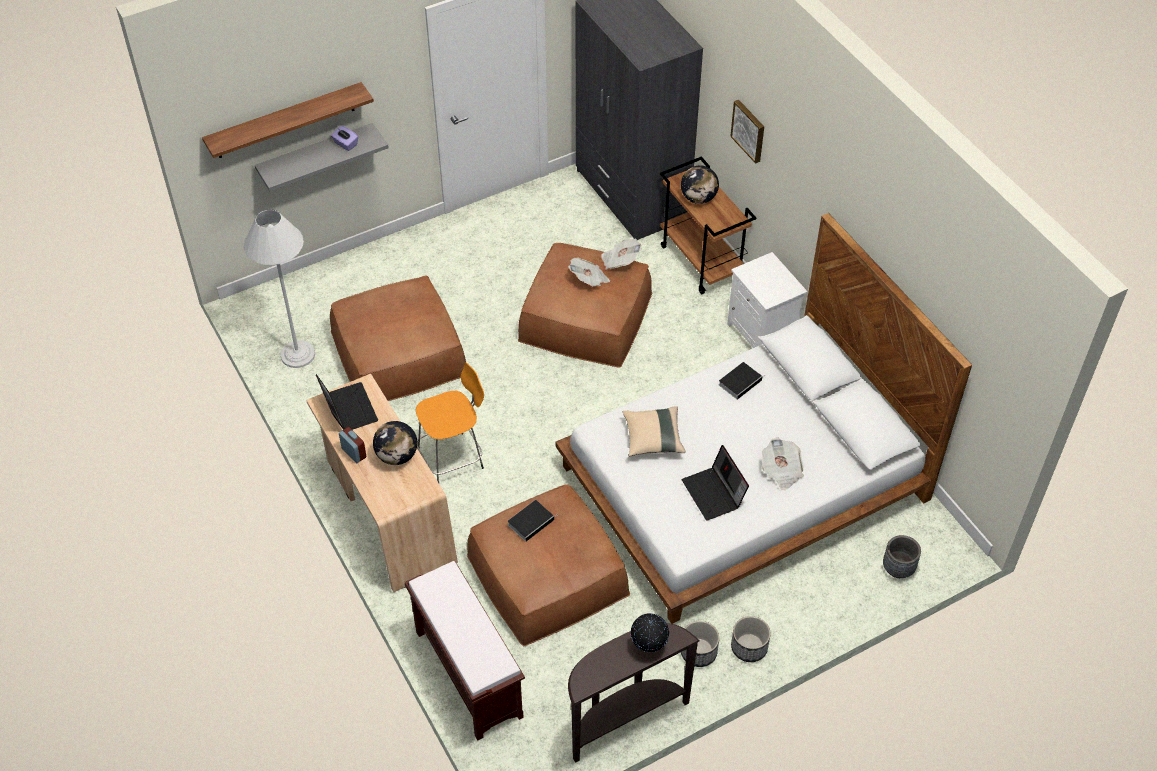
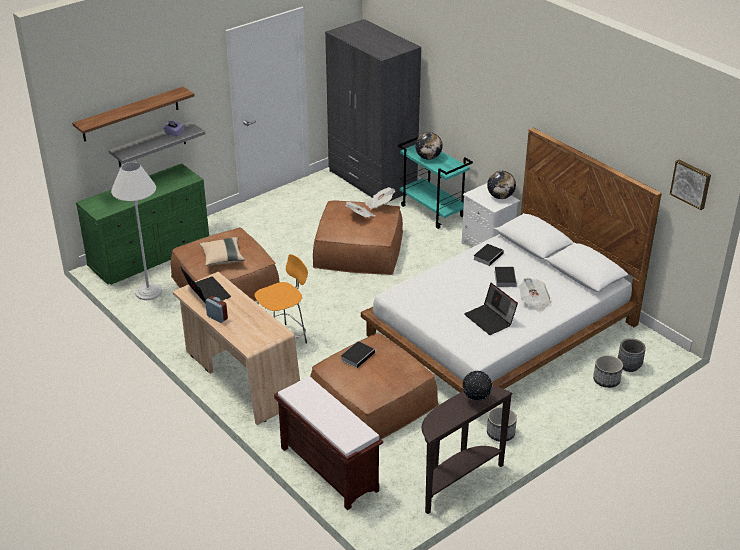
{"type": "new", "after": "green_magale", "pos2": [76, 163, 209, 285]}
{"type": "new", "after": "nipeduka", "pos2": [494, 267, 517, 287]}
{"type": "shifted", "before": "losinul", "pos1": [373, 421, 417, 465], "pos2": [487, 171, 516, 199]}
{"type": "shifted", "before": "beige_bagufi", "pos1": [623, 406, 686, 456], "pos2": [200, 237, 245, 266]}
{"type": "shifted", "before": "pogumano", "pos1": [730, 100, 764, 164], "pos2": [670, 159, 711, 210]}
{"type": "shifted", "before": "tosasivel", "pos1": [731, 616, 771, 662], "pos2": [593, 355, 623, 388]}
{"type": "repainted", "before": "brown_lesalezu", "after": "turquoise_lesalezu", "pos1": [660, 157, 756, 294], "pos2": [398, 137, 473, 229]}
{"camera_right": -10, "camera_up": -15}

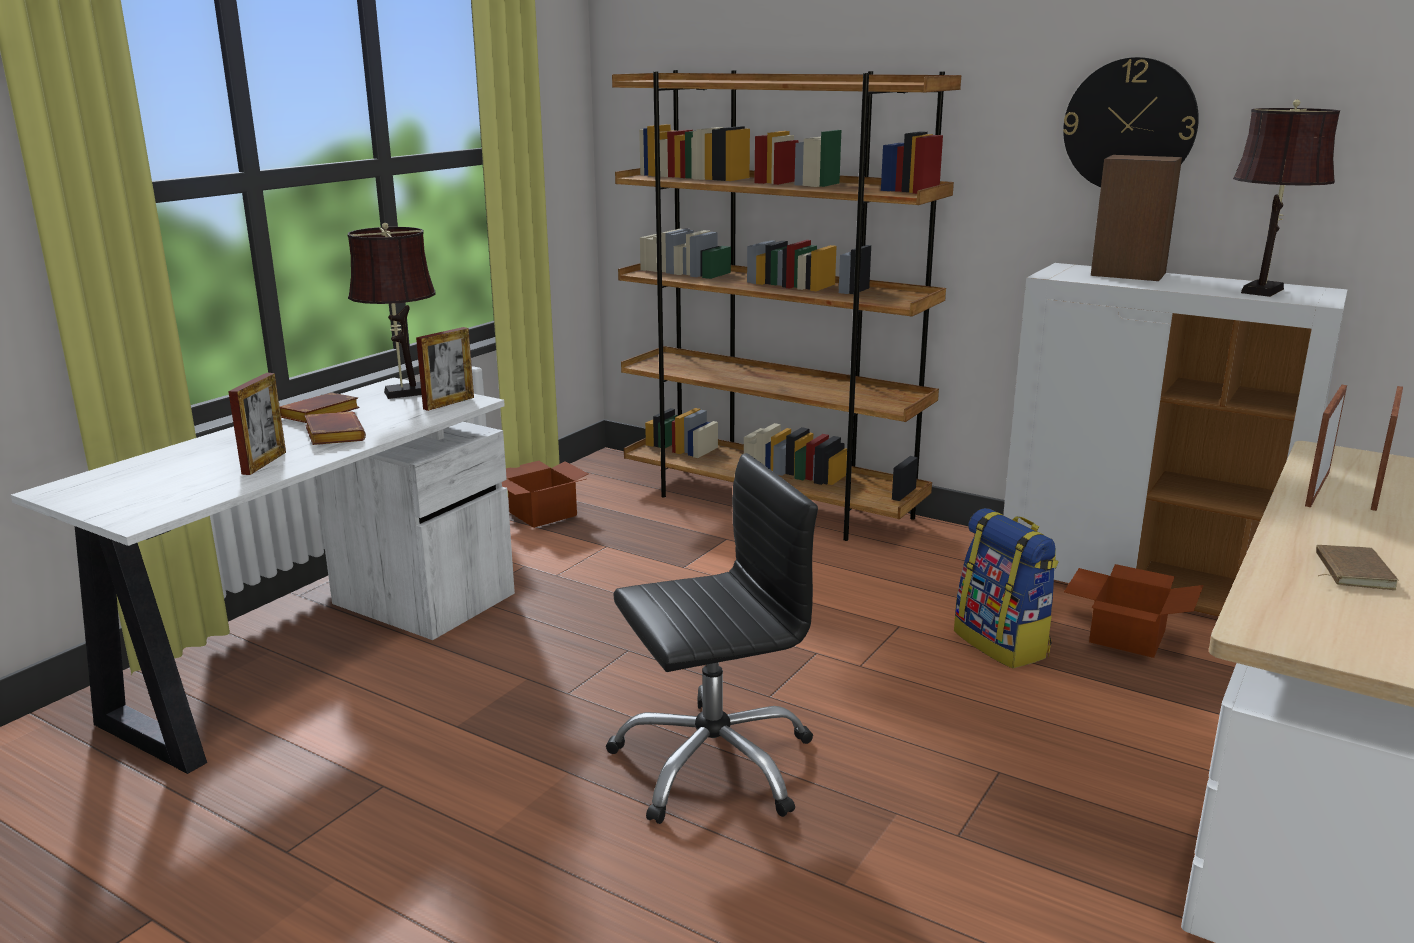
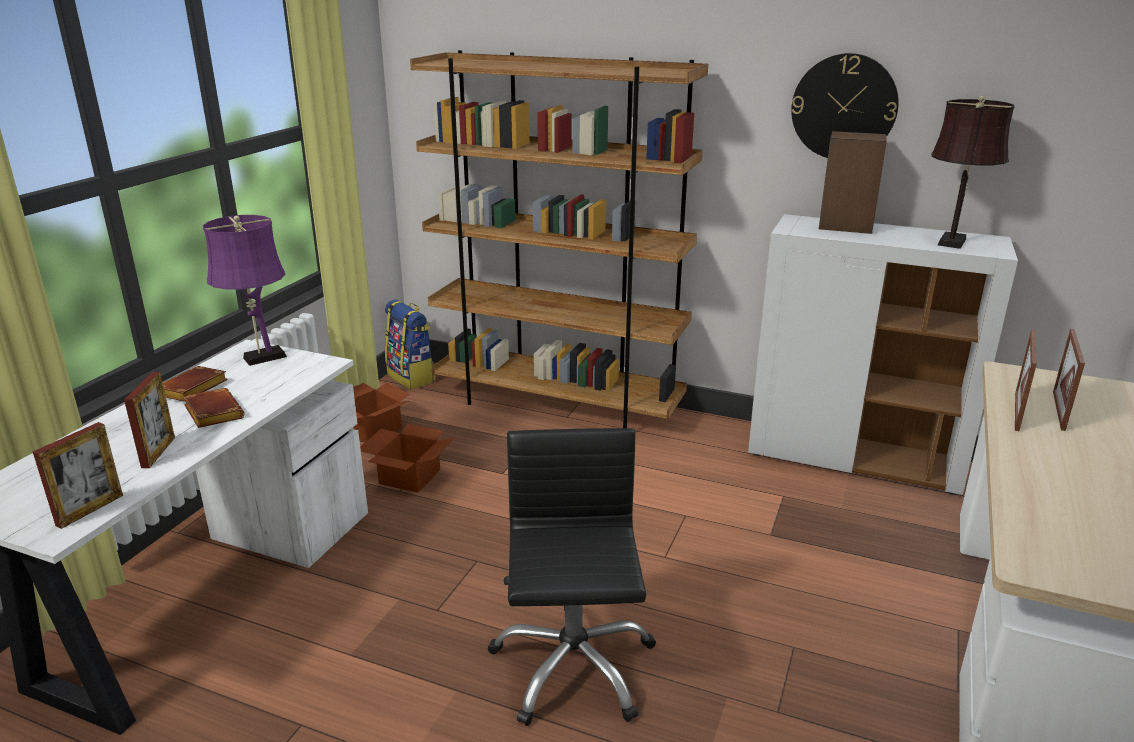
{"type": "gone", "before": "brown_nipeduka", "pos1": [1316, 545, 1399, 590]}
{"type": "shifted", "before": "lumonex", "pos1": [416, 327, 474, 411], "pos2": [33, 422, 123, 529]}
{"type": "shifted", "before": "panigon", "pos1": [954, 508, 1059, 669], "pos2": [385, 300, 436, 389]}
{"type": "shifted", "before": "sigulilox", "pos1": [1064, 564, 1204, 658], "pos2": [360, 424, 456, 493]}
{"type": "repainted", "before": "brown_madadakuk", "after": "purple_madadakuk", "pos1": [347, 223, 435, 399], "pos2": [203, 215, 287, 366]}
{"type": "rotated", "before": "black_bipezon", "pos1": [606, 453, 818, 824], "pos2": [487, 428, 656, 726], "turn": -60}
{"camera_right": -10, "camera_up": 5}

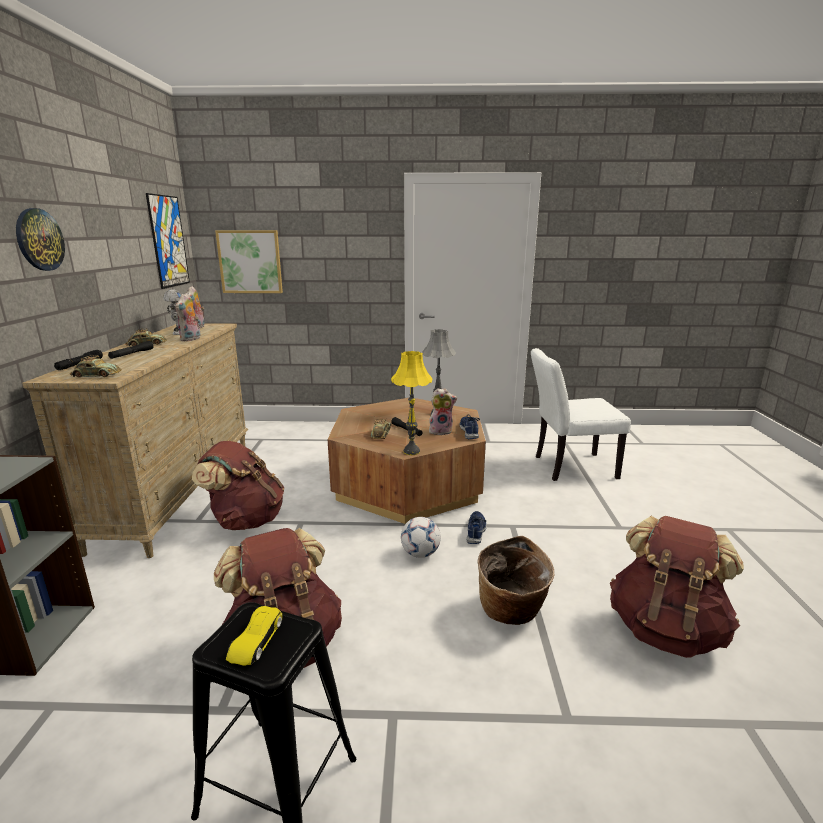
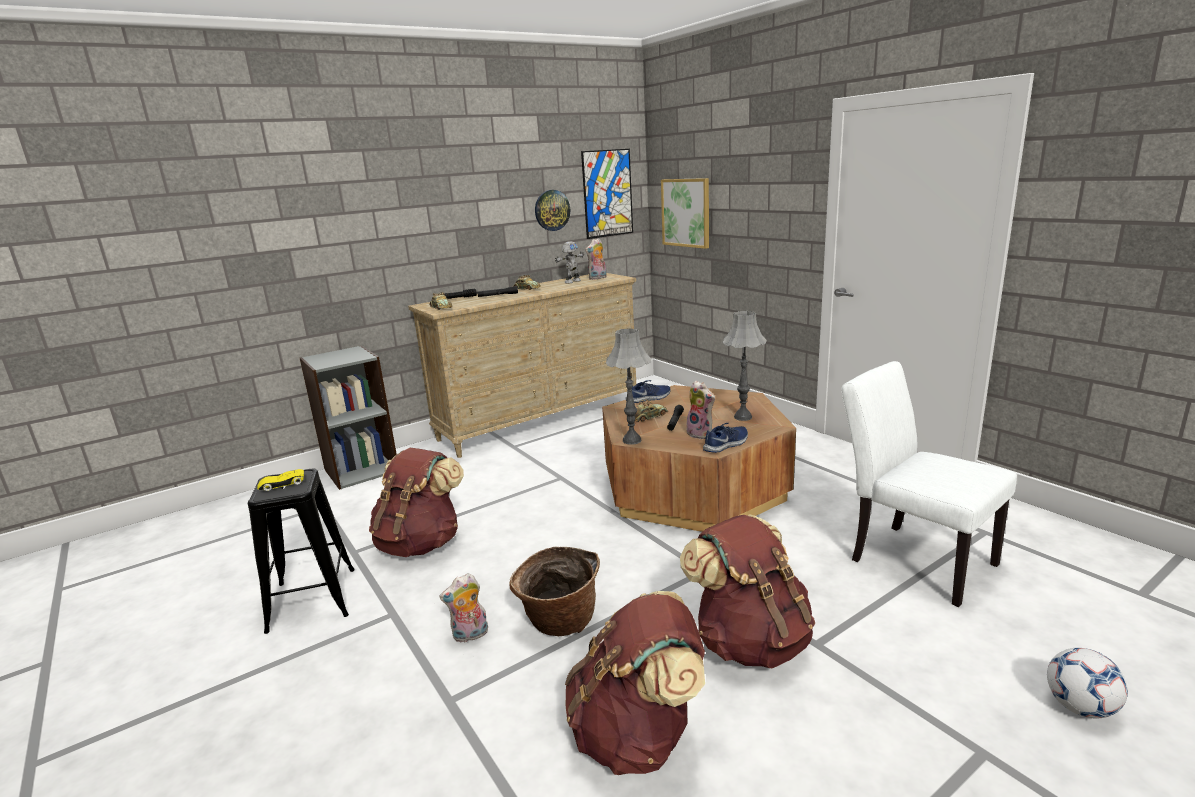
{"type": "shifted", "before": "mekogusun", "pos1": [16, 208, 65, 271], "pos2": [535, 190, 570, 231]}
{"type": "shifted", "before": "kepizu", "pos1": [175, 293, 201, 341], "pos2": [439, 573, 488, 643]}
{"type": "shifted", "before": "brown_panigon", "pos1": [192, 441, 284, 530], "pos2": [680, 515, 815, 668]}
{"type": "shifted", "before": "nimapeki", "pos1": [401, 517, 441, 558], "pos2": [1047, 648, 1128, 718]}
{"type": "shifted", "before": "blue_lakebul", "pos1": [467, 511, 487, 544], "pos2": [626, 380, 671, 403]}
{"type": "repainted", "before": "yellow_madadakuk", "after": "grey_madadakuk", "pos1": [391, 351, 433, 455], "pos2": [606, 328, 652, 445]}
{"camera_right": 55, "camera_up": 0}

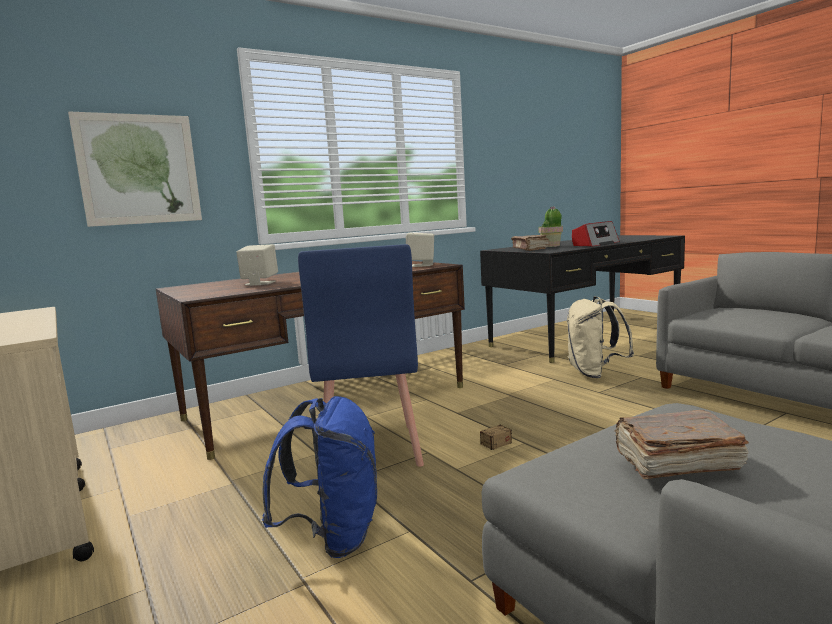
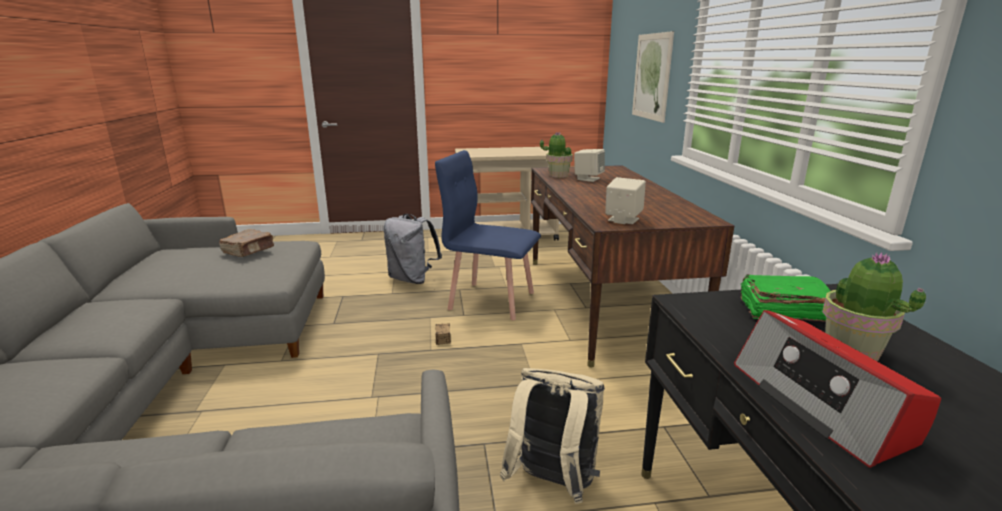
{"type": "new", "after": "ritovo", "pos2": [540, 132, 573, 178]}
{"type": "repainted", "before": "blue_panigon", "after": "grey_panigon", "pos1": [262, 396, 377, 558], "pos2": [383, 214, 442, 284]}
{"type": "repainted", "before": "brown_nipeduka", "after": "green_nipeduka", "pos1": [511, 235, 549, 251], "pos2": [741, 274, 830, 322]}
{"camera_right": 115, "camera_up": 10}

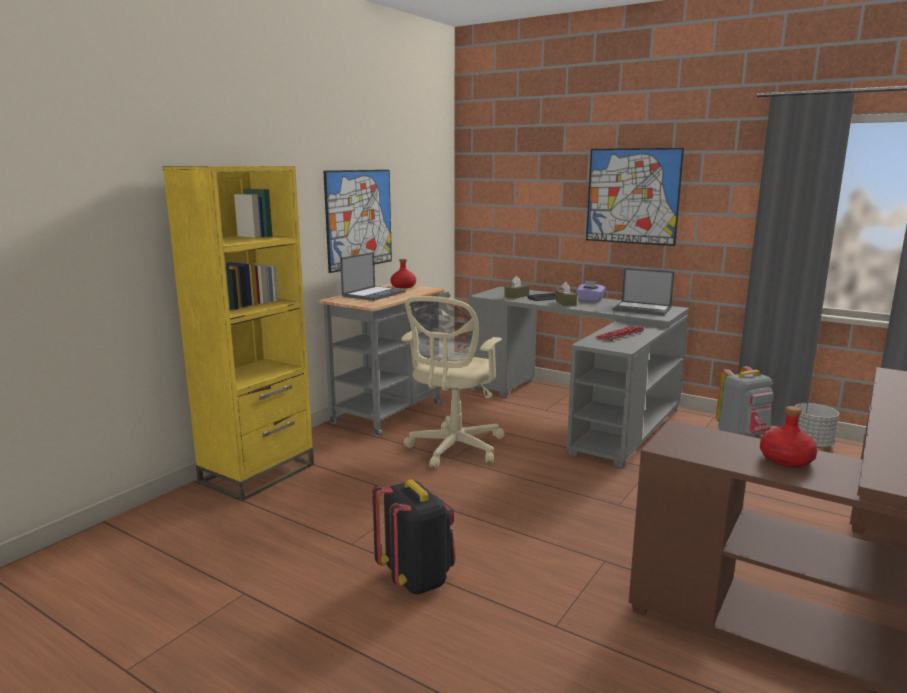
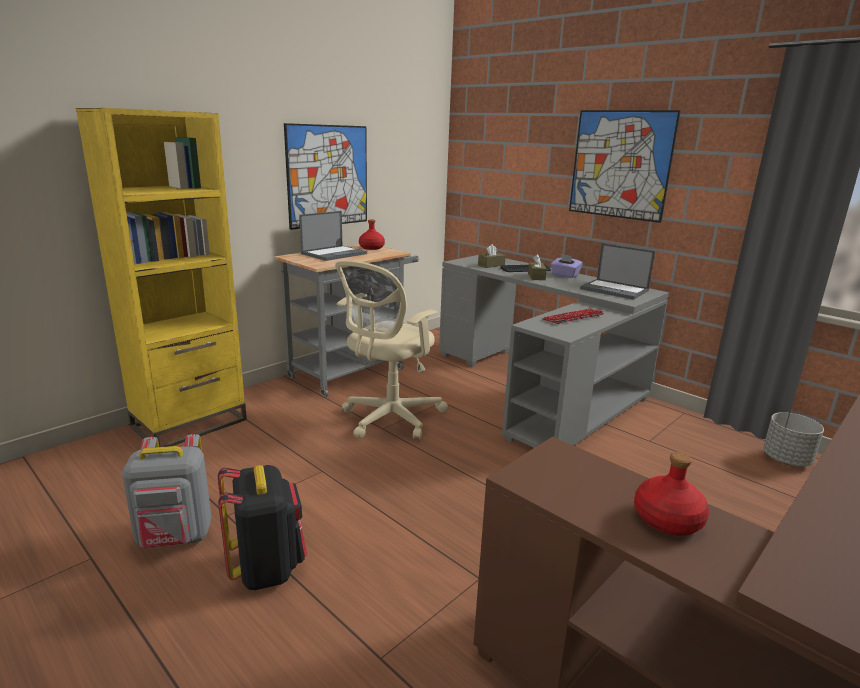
{"type": "shifted", "before": "grey_panigon", "pos1": [716, 366, 773, 436], "pos2": [122, 434, 212, 548]}
{"camera_right": 10, "camera_up": 5}

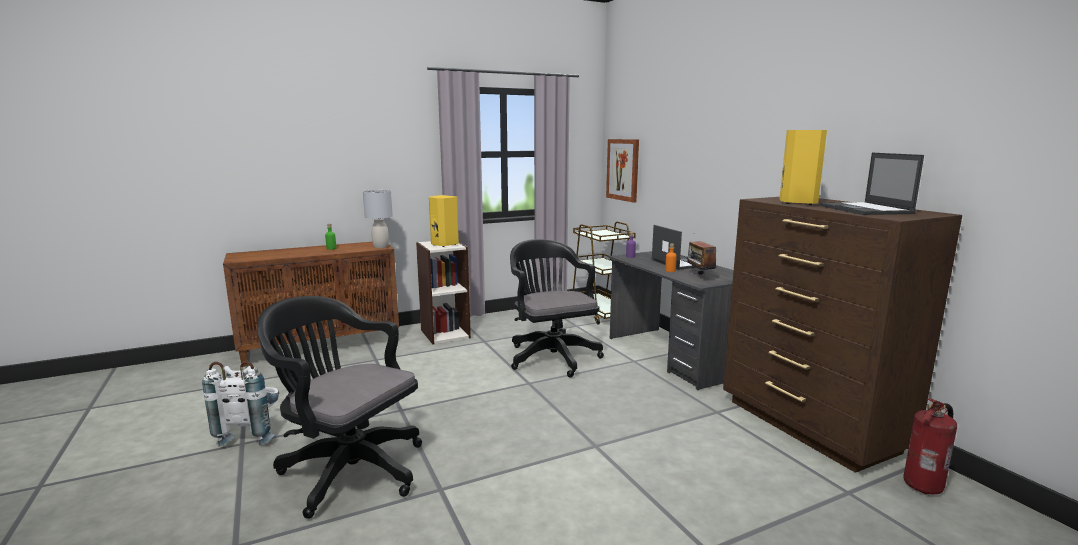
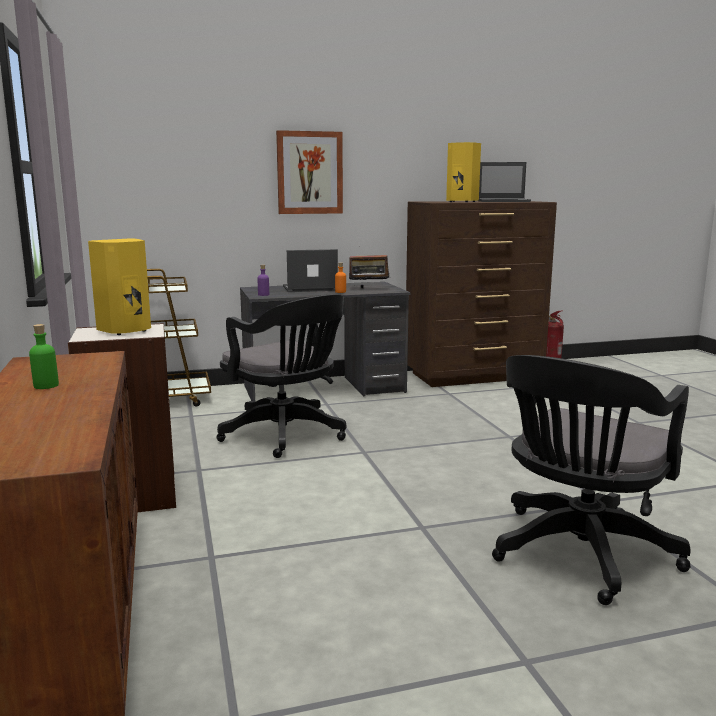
{"type": "gone", "before": "white_panigon", "pos1": [202, 361, 279, 447]}
{"type": "gone", "before": "grey_madadakuk", "pos1": [363, 190, 393, 248]}
{"type": "shifted", "before": "pogumano", "pos1": [606, 139, 639, 203], "pos2": [276, 130, 343, 214]}
{"type": "rotated", "before": "black_bipezon", "pos1": [510, 239, 604, 378], "pos2": [216, 294, 346, 458], "turn": -120}
{"camera_right": -80, "camera_up": 0}

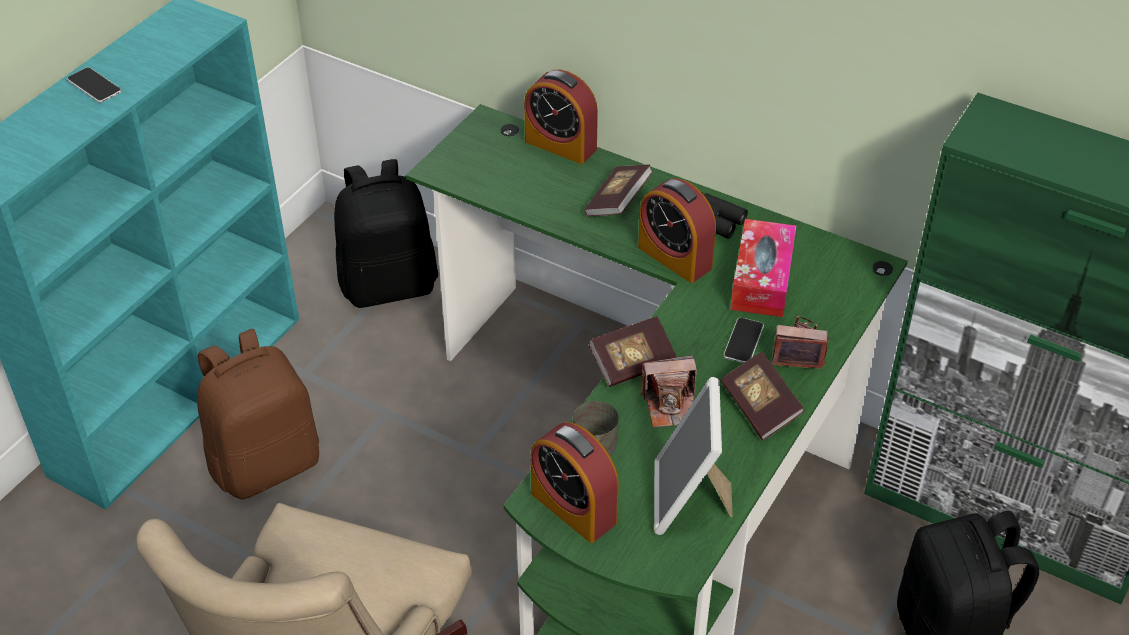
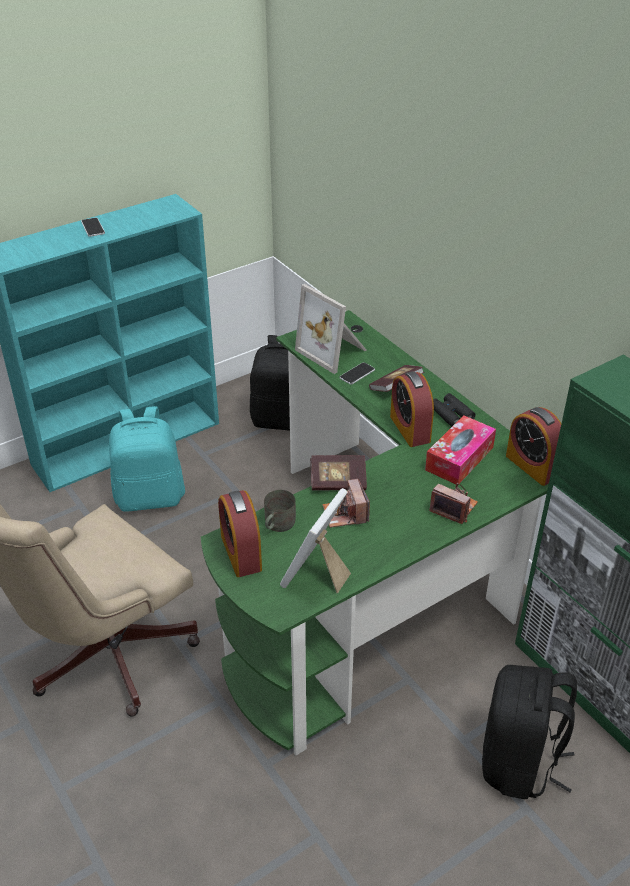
{"type": "gone", "before": "nipeduka", "pos1": [721, 351, 805, 441]}
{"type": "new", "after": "lumonex", "pos2": [295, 284, 366, 374]}
{"type": "shifted", "before": "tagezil", "pos1": [524, 70, 598, 164], "pos2": [506, 407, 561, 486]}
{"type": "shifted", "before": "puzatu", "pos1": [723, 317, 764, 363], "pos2": [340, 362, 375, 385]}
{"type": "repainted", "before": "brown_panigon", "after": "turquoise_panigon", "pos1": [197, 329, 319, 500], "pos2": [109, 406, 185, 512]}
{"type": "rotated", "before": "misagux", "pos1": [641, 355, 697, 428], "pos2": [323, 479, 370, 528], "turn": 60}
{"camera_right": 25, "camera_up": -5}

